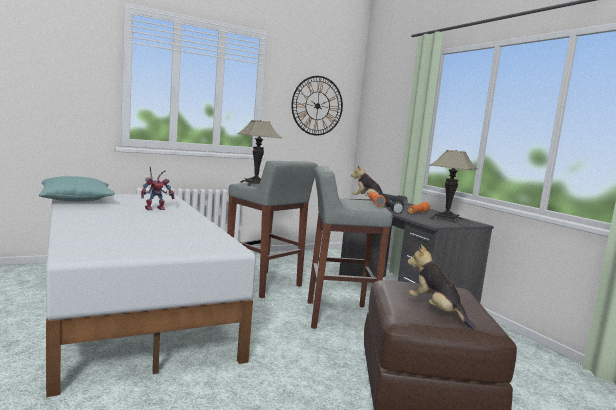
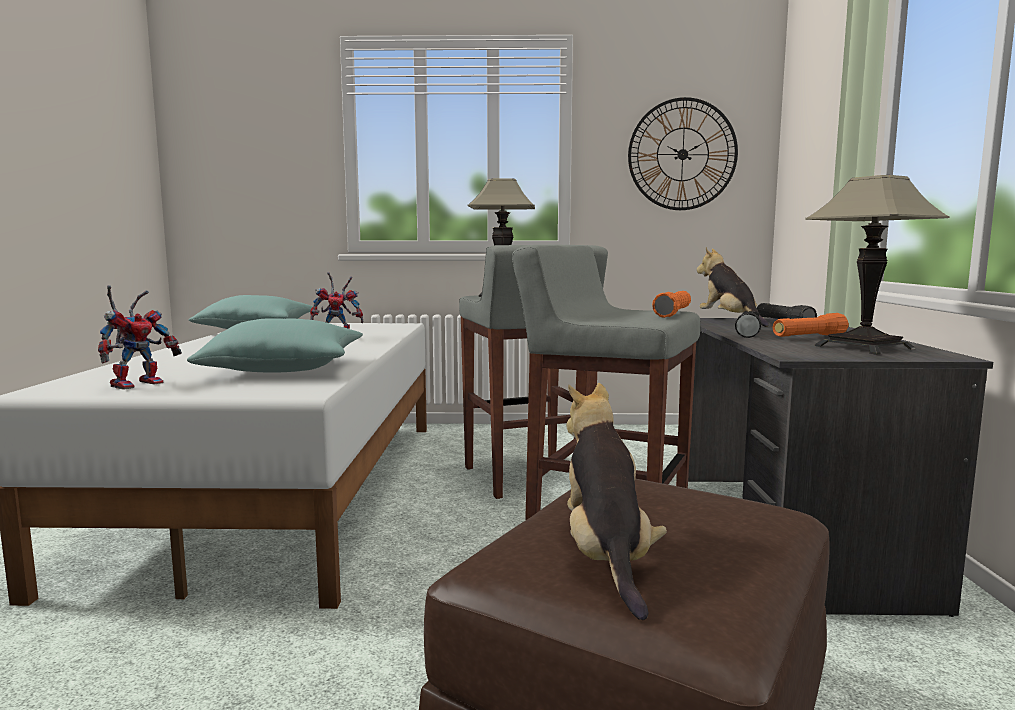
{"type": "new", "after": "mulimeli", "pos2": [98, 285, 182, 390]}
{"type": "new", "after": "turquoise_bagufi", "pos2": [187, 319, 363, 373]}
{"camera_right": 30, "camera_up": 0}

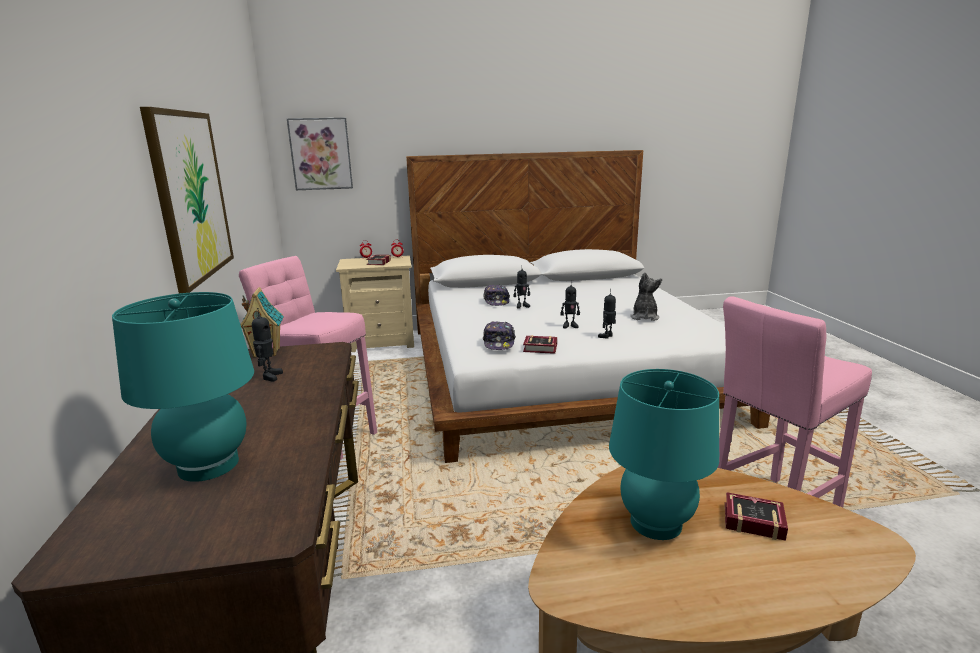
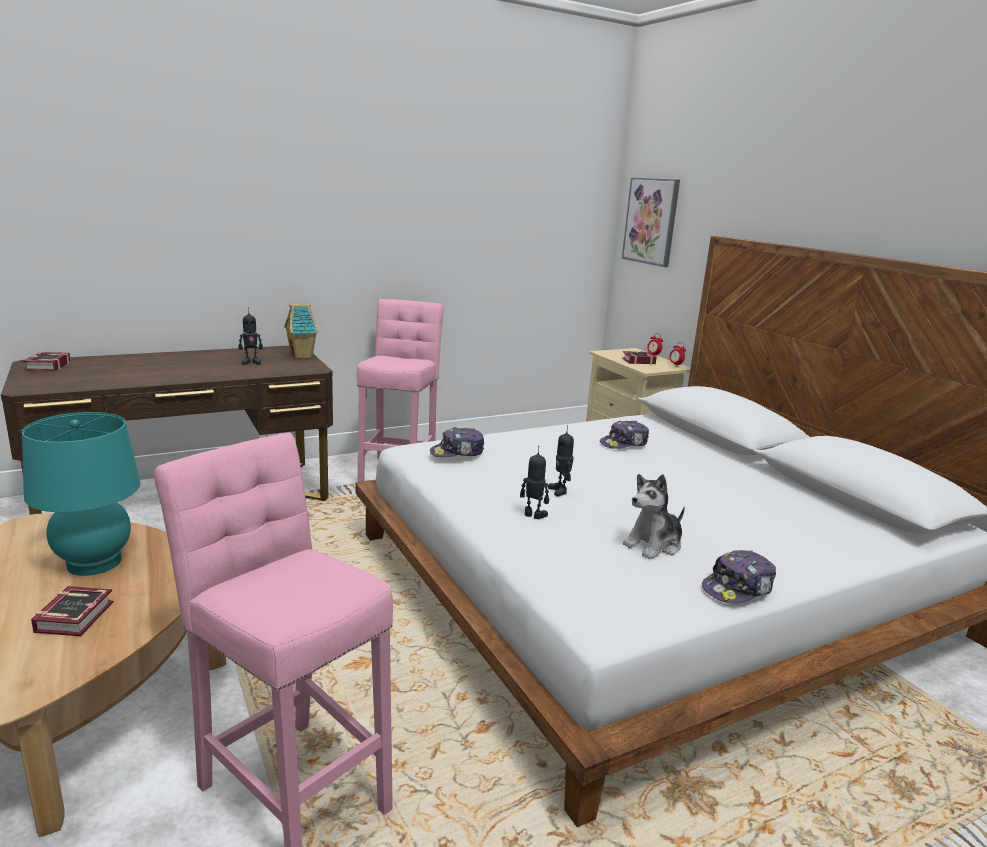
{"type": "gone", "before": "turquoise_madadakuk", "pos1": [112, 292, 254, 482]}
{"type": "gone", "before": "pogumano", "pos1": [140, 107, 234, 294]}
{"type": "gone", "before": "mulimeli", "pos1": [514, 270, 530, 309]}
{"type": "new", "after": "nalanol", "pos2": [702, 550, 776, 603]}
{"type": "shifted", "before": "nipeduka", "pos1": [523, 335, 557, 354], "pos2": [23, 352, 71, 371]}
{"type": "rotated", "before": "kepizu", "pos1": [630, 272, 662, 321], "pos2": [622, 474, 685, 559], "turn": 150}
{"camera_right": 70, "camera_up": 0}

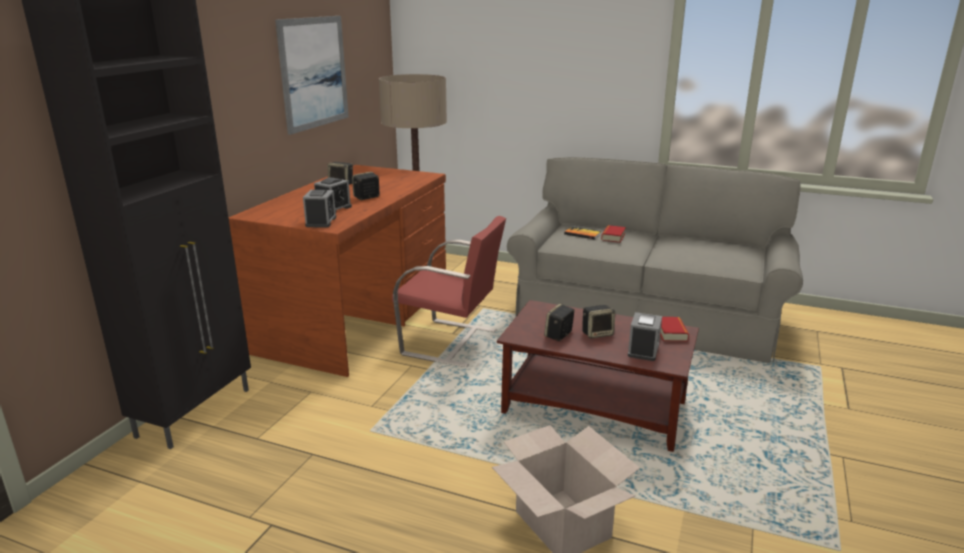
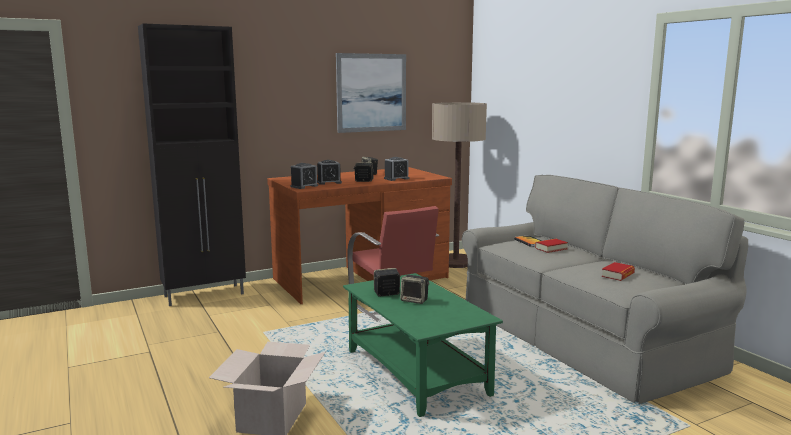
{"type": "shifted", "before": "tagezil", "pos1": [628, 312, 662, 361], "pos2": [384, 157, 409, 181]}
{"type": "shifted", "before": "nipeduka", "pos1": [660, 317, 689, 342], "pos2": [601, 262, 635, 281]}
{"type": "repainted", "before": "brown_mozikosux", "after": "green_mozikosux", "pos1": [497, 300, 699, 452], "pos2": [343, 273, 503, 417]}
{"camera_right": 40, "camera_up": -10}

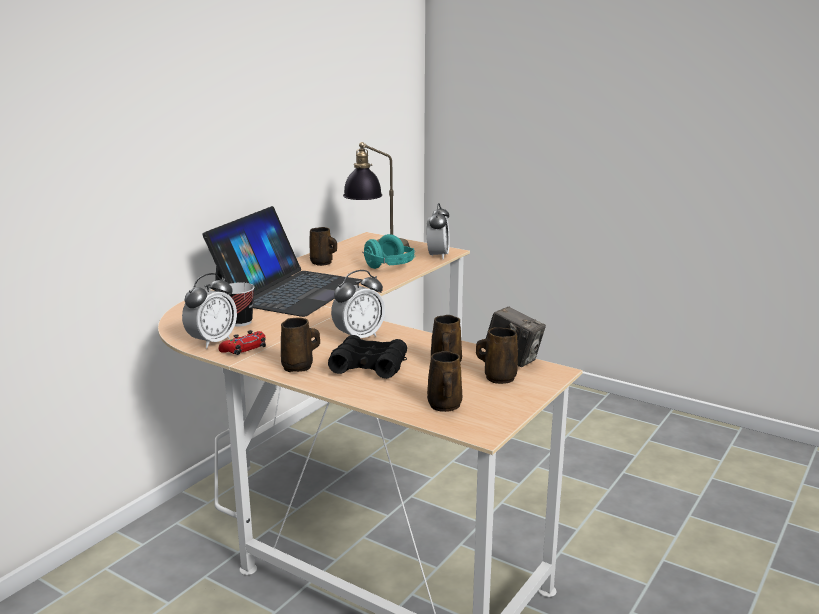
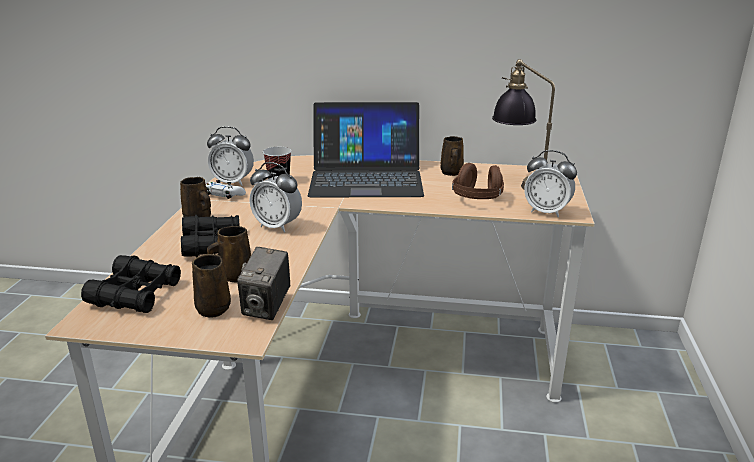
{"type": "swapped", "before": "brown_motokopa", "after": "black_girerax", "pos1": [427, 351, 462, 412], "pos2": [81, 255, 181, 313]}
{"type": "repainted", "before": "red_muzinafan", "after": "white_muzinafan", "pos1": [219, 330, 266, 355], "pos2": [206, 180, 246, 199]}
{"type": "repainted", "before": "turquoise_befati", "after": "brown_befati", "pos1": [362, 234, 415, 269], "pos2": [452, 163, 504, 199]}
{"type": "rotated", "before": "tagezil", "pos1": [427, 203, 450, 260], "pos2": [524, 150, 577, 217], "turn": 45}
{"camera_right": 65, "camera_up": 5}

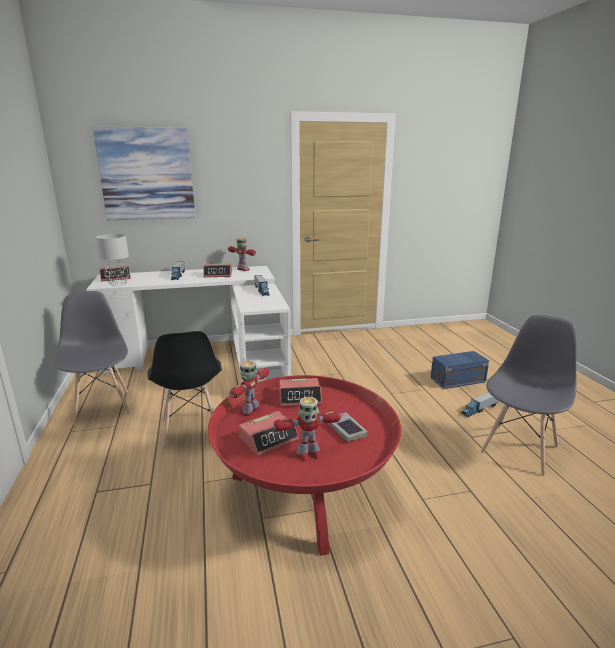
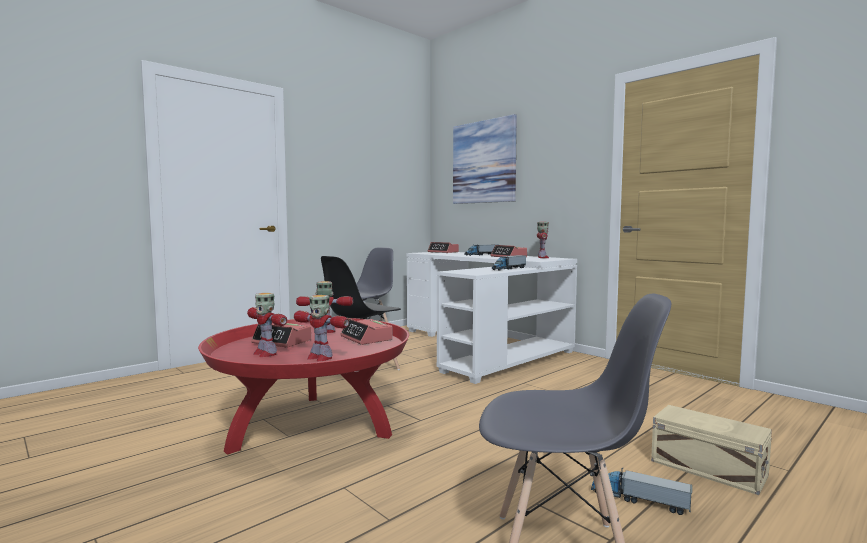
{"type": "gone", "before": "grey_madadakuk", "pos1": [96, 234, 129, 287]}
{"type": "swapped", "before": "nipeduka", "after": "mulimeli", "pos1": [328, 412, 368, 442], "pos2": [294, 295, 349, 361]}
{"type": "repainted", "before": "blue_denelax", "after": "beige_denelax", "pos1": [431, 351, 489, 389], "pos2": [651, 405, 772, 495]}
{"camera_right": 60, "camera_up": -15}

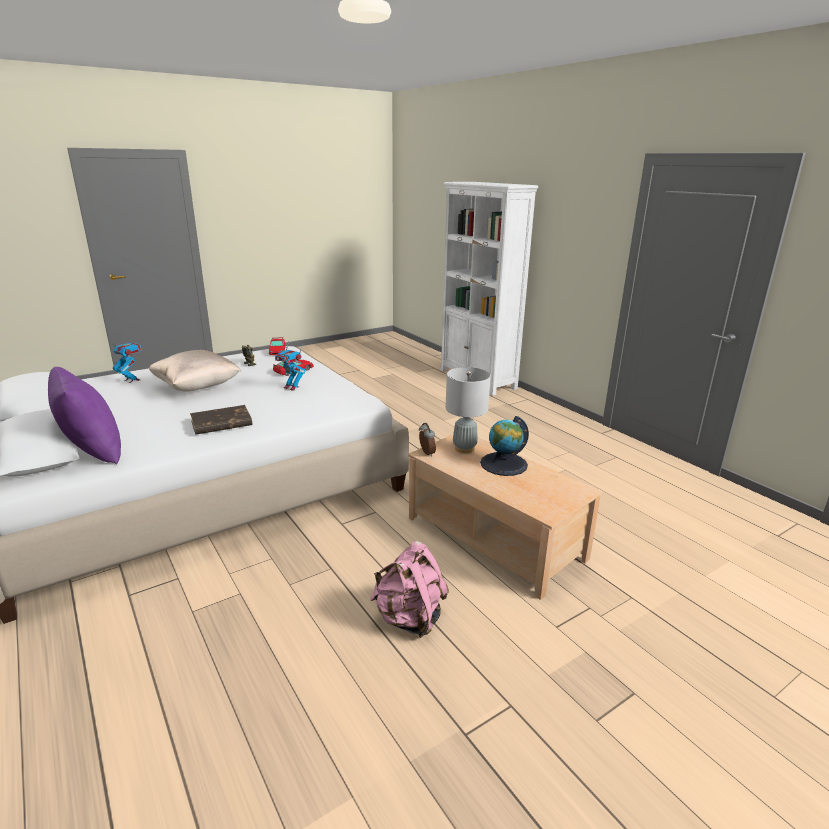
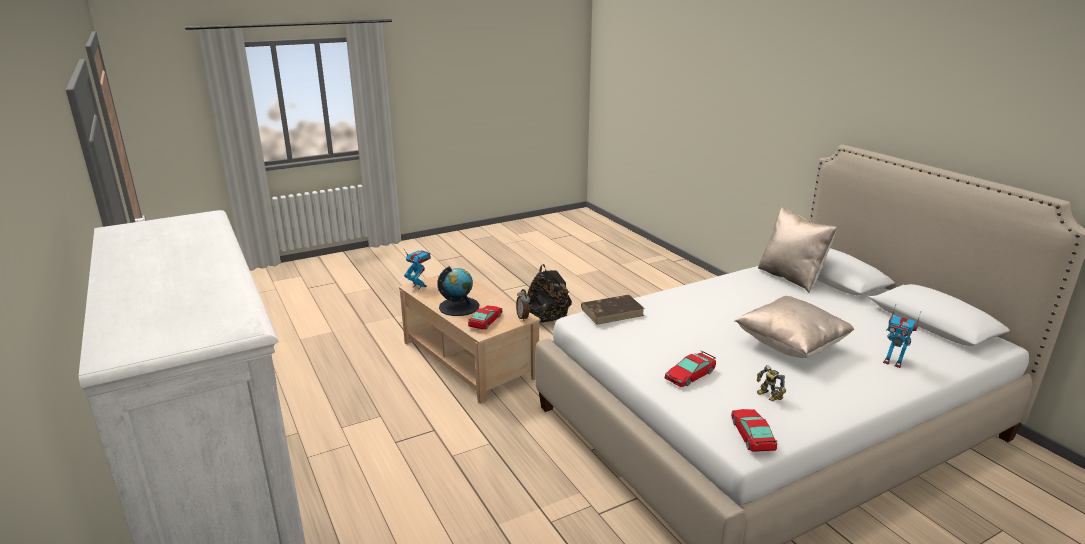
{"type": "shifted", "before": "brown_nipeduka", "pos1": [190, 405, 252, 435], "pos2": [581, 295, 645, 325]}
{"type": "shifted", "before": "mulimeli", "pos1": [275, 342, 305, 391], "pos2": [403, 248, 431, 289]}
{"type": "swapped", "before": "grey_madadakuk", "after": "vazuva", "pos1": [445, 367, 491, 453], "pos2": [468, 306, 502, 330]}
{"type": "repainted", "before": "purple_bagufi", "after": "beige_bagufi", "pos1": [48, 367, 121, 465], "pos2": [758, 207, 837, 292]}
{"type": "repainted", "before": "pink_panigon", "after": "black_panigon", "pos1": [370, 541, 449, 638], "pos2": [527, 264, 572, 323]}
{"camera_right": -175, "camera_up": 0}

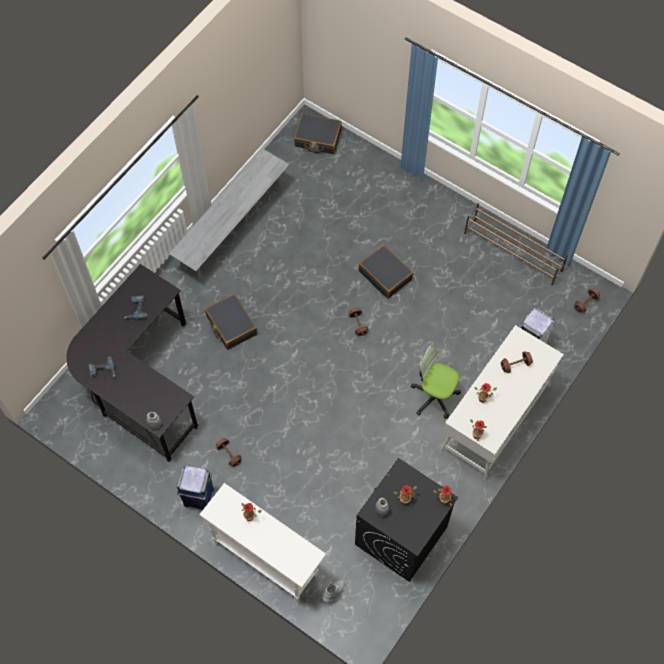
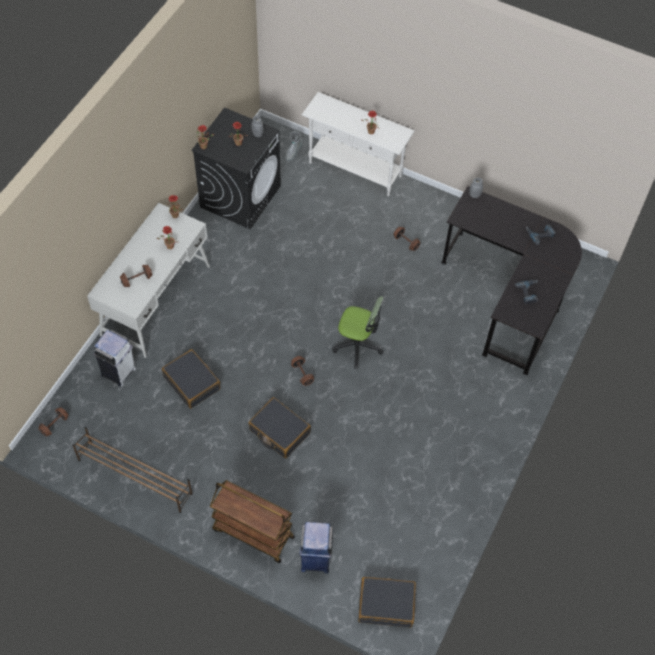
{"type": "gone", "before": "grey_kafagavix", "pos1": [169, 149, 290, 284]}
{"type": "new", "after": "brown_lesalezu", "pos2": [209, 480, 295, 563]}
{"type": "shifted", "before": "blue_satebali", "pos1": [177, 465, 214, 509], "pos2": [300, 522, 333, 574]}
{"type": "shifted", "before": "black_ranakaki", "pos1": [205, 294, 257, 350], "pos2": [162, 349, 220, 409]}
{"type": "shifted", "before": "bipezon", "pos1": [411, 345, 461, 419], "pos2": [332, 296, 384, 369]}
{"camera_right": 170, "camera_up": -5}

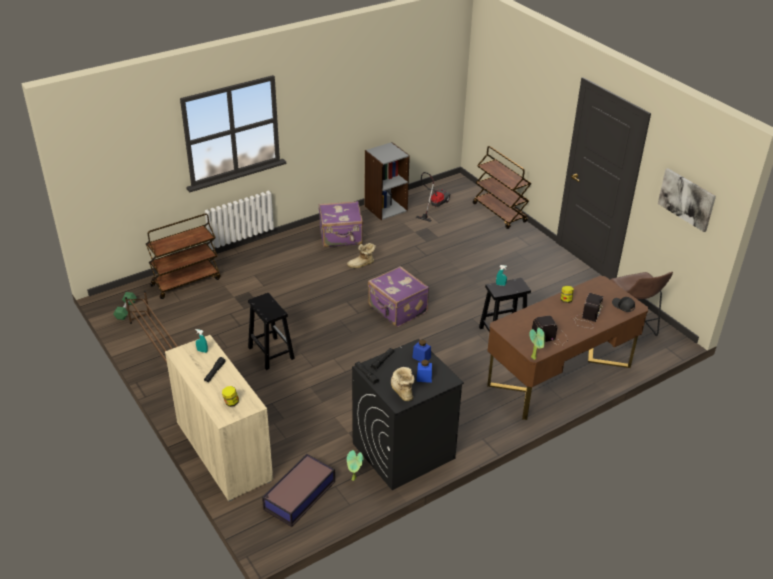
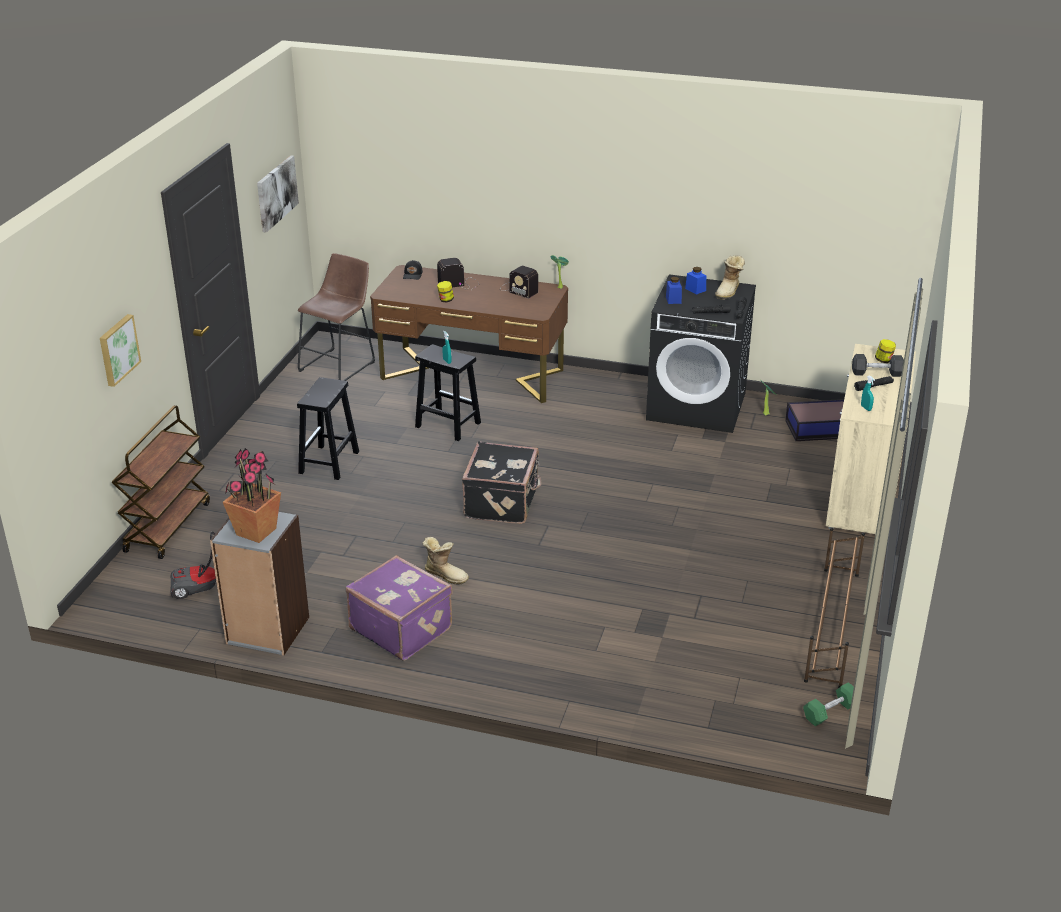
{"type": "gone", "before": "brown_lesalezu", "pos1": [146, 213, 221, 299]}
{"type": "new", "after": "pogumano", "pos2": [100, 314, 141, 387]}
{"type": "new", "after": "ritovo", "pos2": [223, 448, 281, 543]}
{"type": "new", "after": "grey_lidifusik", "pos2": [852, 354, 904, 377]}
{"type": "shifted", "before": "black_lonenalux", "pos1": [248, 293, 295, 370], "pos2": [297, 377, 359, 480]}
{"type": "repainted", "before": "purple_ranakaki", "after": "black_ranakaki", "pos1": [368, 266, 429, 327], "pos2": [462, 442, 542, 524]}
{"camera_right": -130, "camera_up": -5}

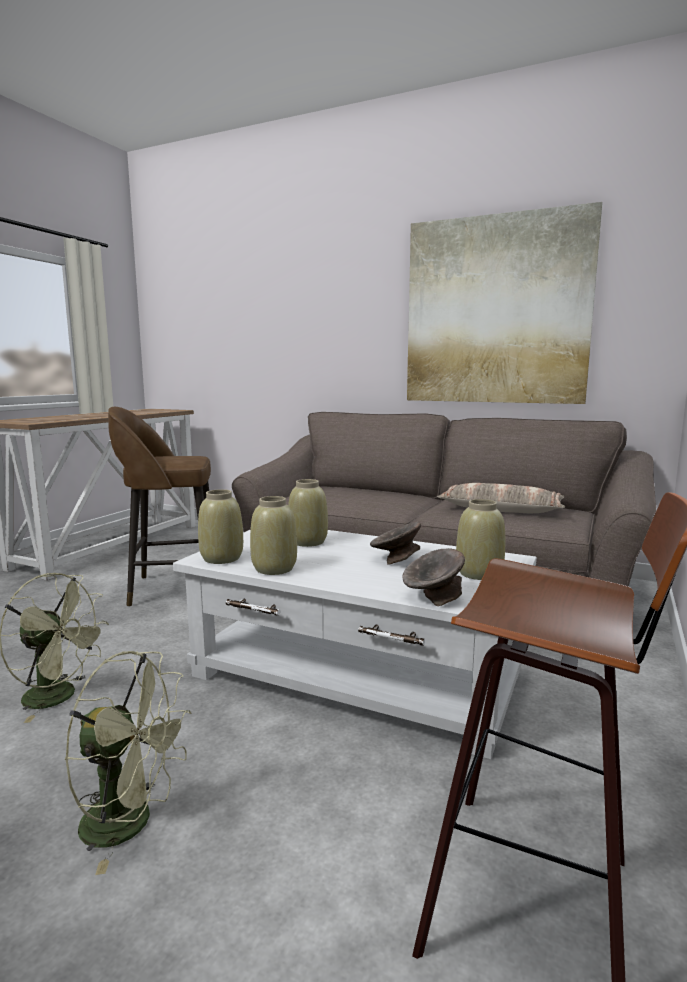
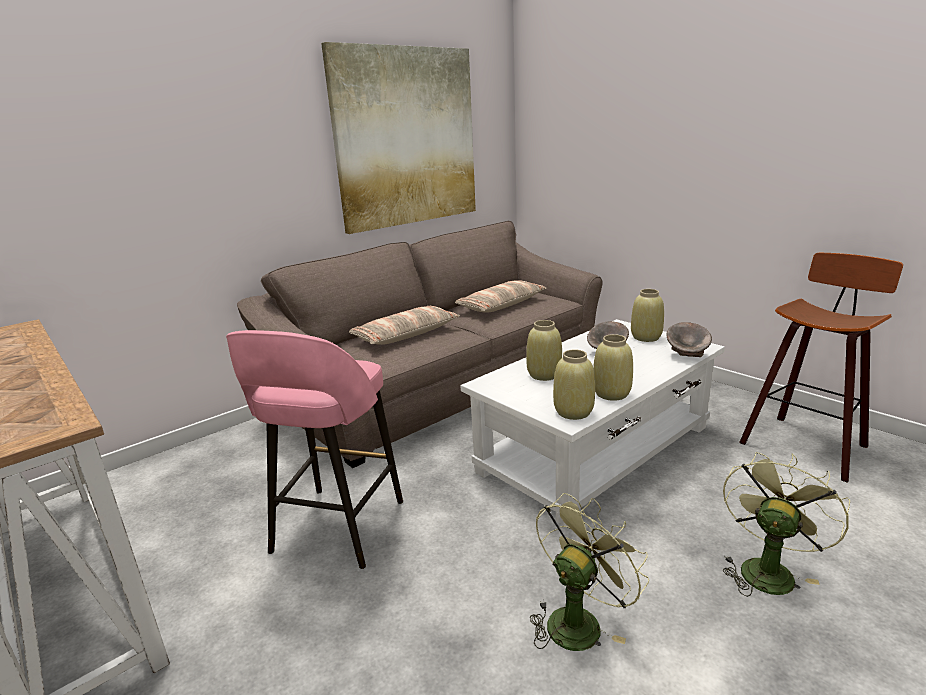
{"type": "new", "after": "bagufi", "pos2": [349, 306, 460, 345]}
{"type": "repainted", "before": "brown_lonenalux", "after": "pink_lonenalux", "pos1": [108, 407, 211, 607], "pos2": [226, 330, 403, 569]}
{"camera_right": -65, "camera_up": 10}

